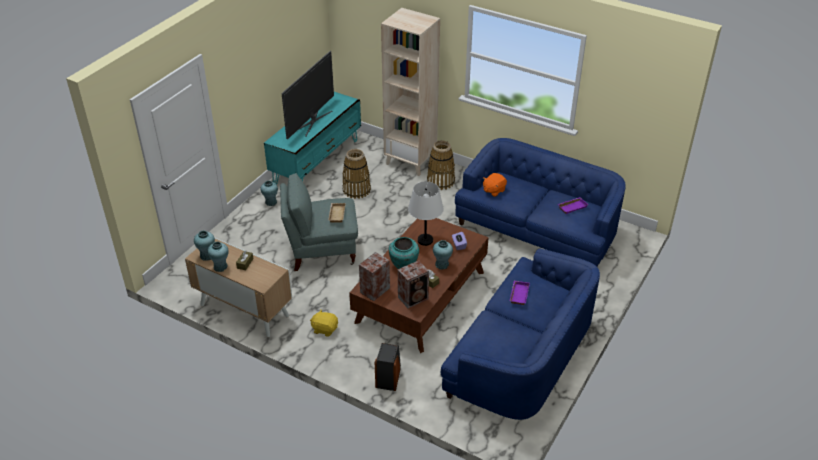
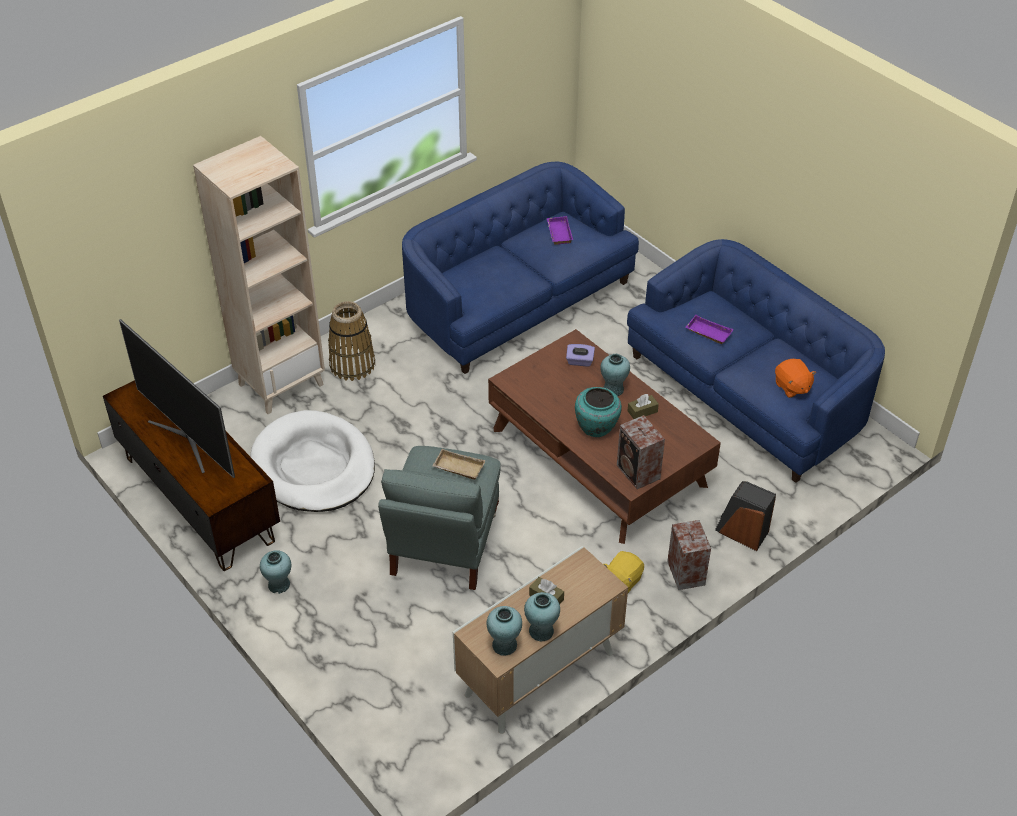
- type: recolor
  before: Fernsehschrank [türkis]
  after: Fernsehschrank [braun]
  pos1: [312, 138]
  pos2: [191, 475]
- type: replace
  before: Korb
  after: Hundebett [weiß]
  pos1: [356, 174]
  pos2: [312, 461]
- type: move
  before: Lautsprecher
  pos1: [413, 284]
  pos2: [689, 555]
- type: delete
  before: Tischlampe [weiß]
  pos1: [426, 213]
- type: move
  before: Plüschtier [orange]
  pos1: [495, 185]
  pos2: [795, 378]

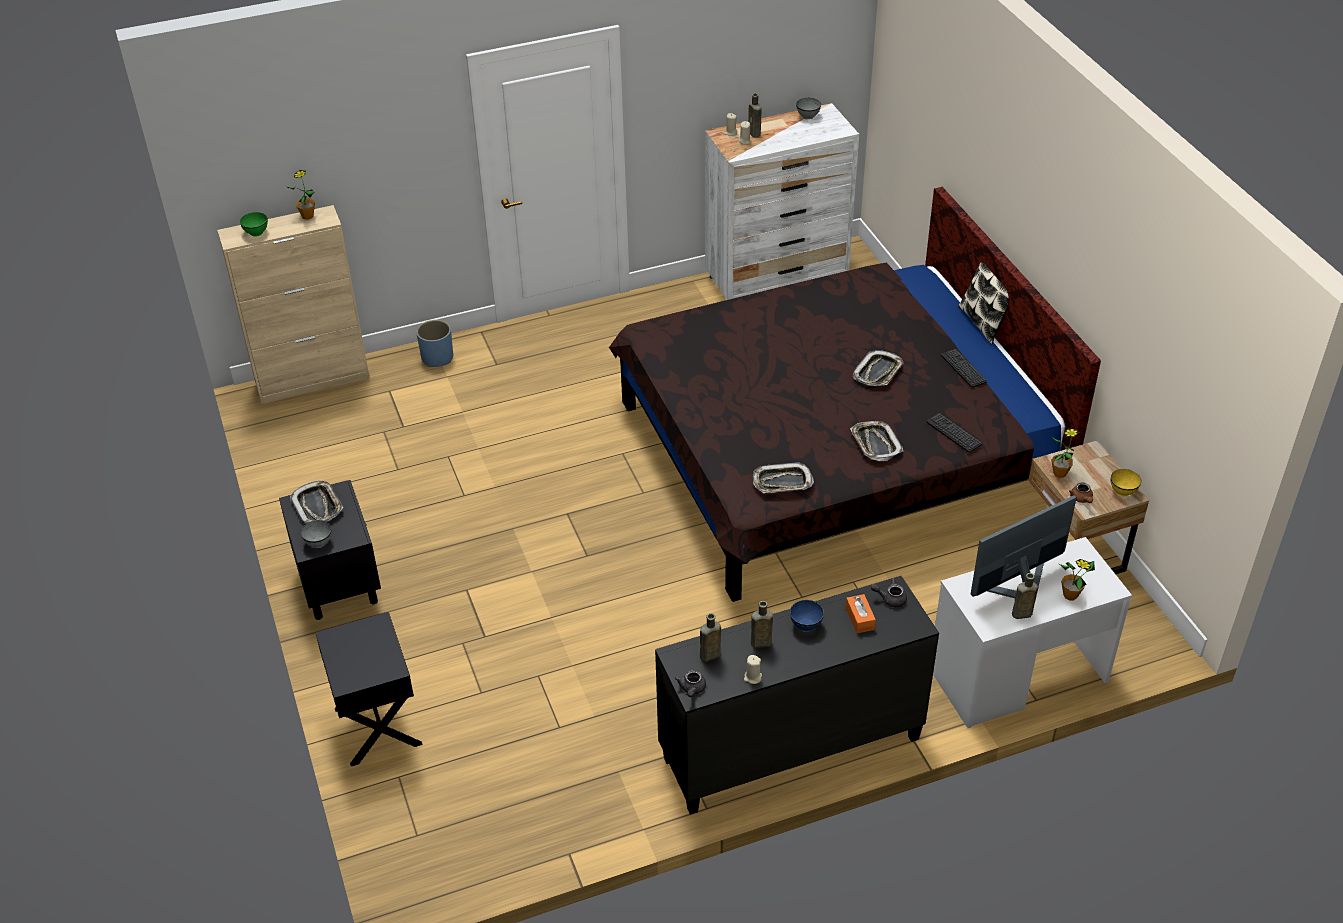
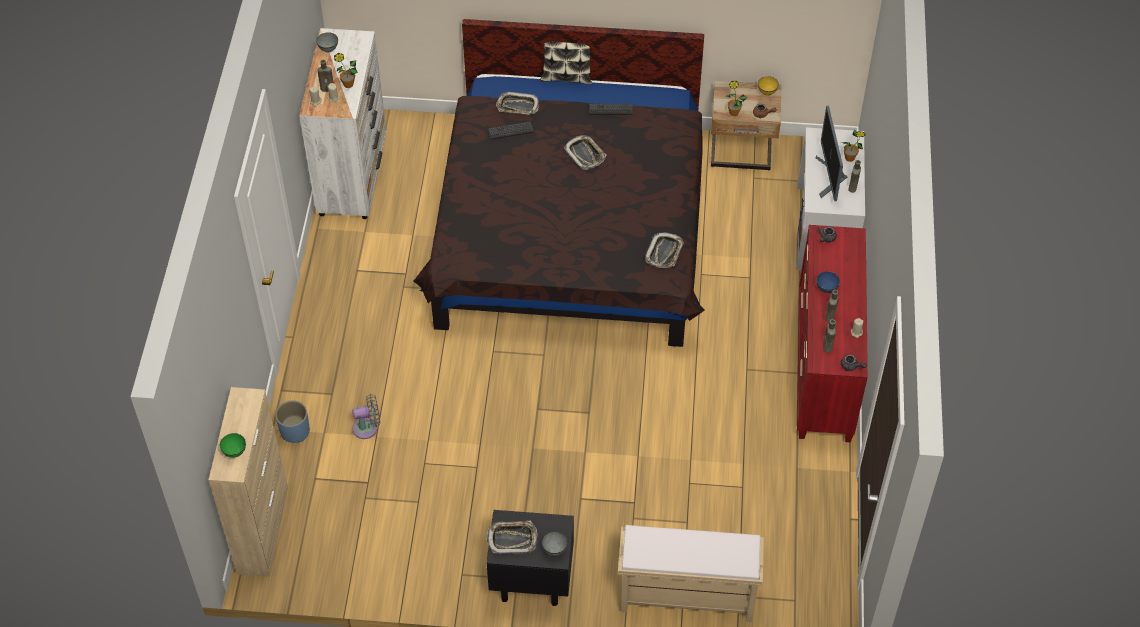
- type: move
  before: Topfpflanze
  pos1: [301, 195]
  pos2: [346, 70]
- type: replace
  before: Nachttisch [schwarz]
  after: Bank [beige]
  pos1: [369, 689]
  pos2: [691, 573]
- type: recolor
  before: Kommode [schwarz]
  after: Kommode [rot]
  pos1: [797, 695]
  pos2: [832, 333]
- type: delete
  before: Taschentuchbox [orange]
  pos1: [861, 613]
- type: move
  before: Tablett
  pos1: [876, 441]
  pos2: [517, 103]
- type: move
  before: Tastatur
  pos1: [954, 433]
  pos2: [511, 131]
- type: insert
  after: Ventilator [grau]
  pos2: [366, 416]

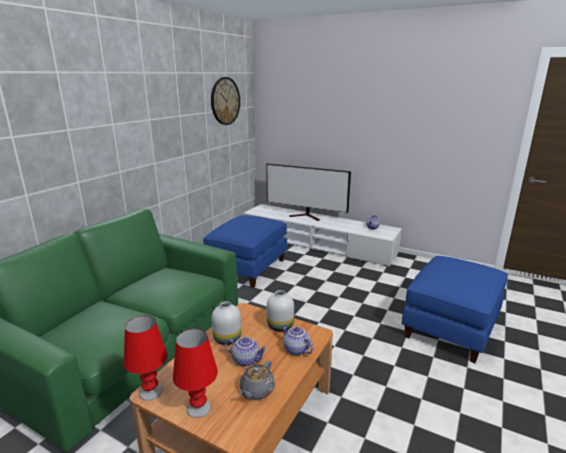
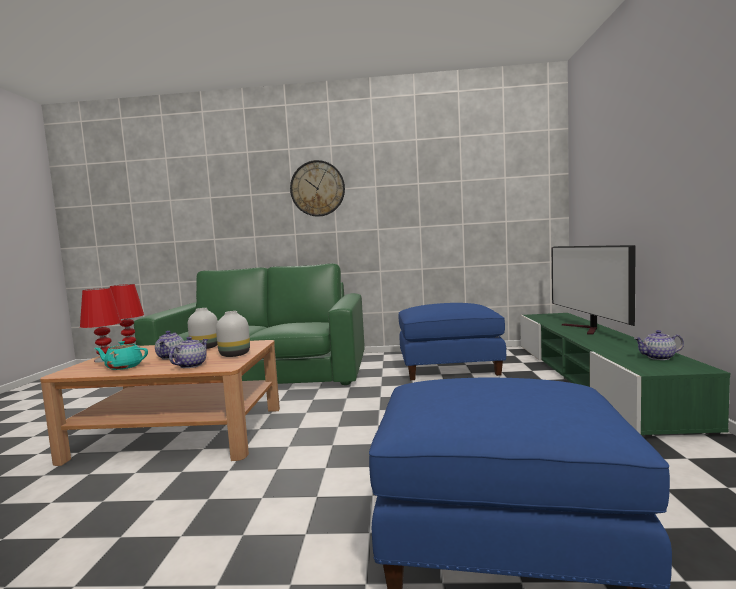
- type: move
  before: Wanduhr
  pos1: [225, 101]
  pos2: [317, 188]
- type: recolor
  before: Teekanne [grau]
  after: Teekanne [türkis]
  pos1: [257, 380]
  pos2: [121, 355]
- type: recolor
  before: Fernsehschrank [weiß]
  after: Fernsehschrank [grün]
  pos1: [322, 235]
  pos2: [625, 375]

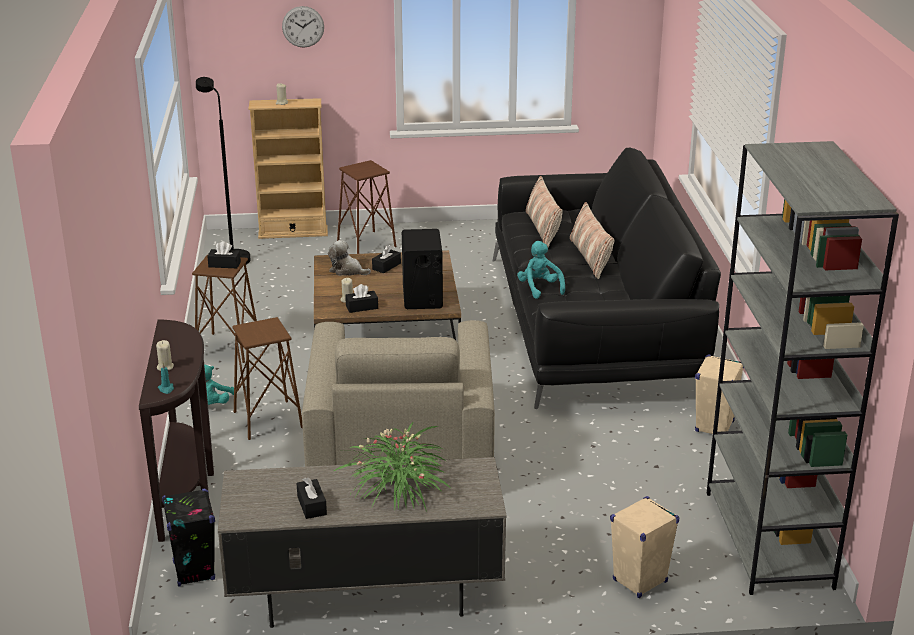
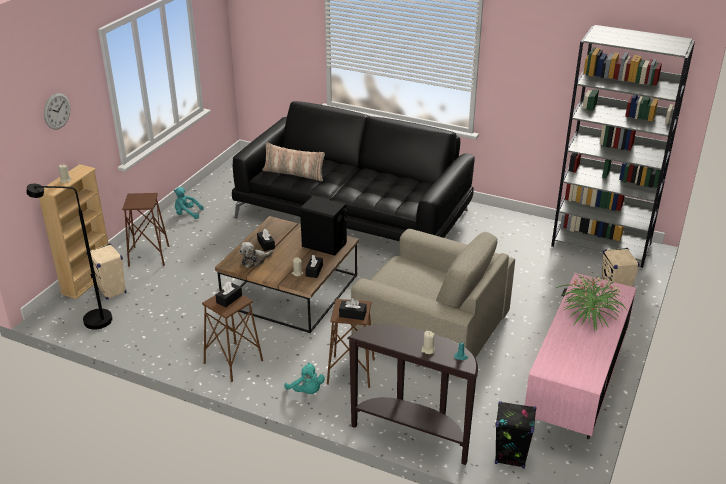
- type: recolor
  before: Fernsehschrank [grau]
  after: Fernsehschrank [rosa]
  pos1: [362, 542]
  pos2: [580, 356]
- type: move
  before: Taschentuchbox [schwarz]
  pos1: [312, 498]
  pos2: [352, 309]
- type: move
  before: Plüschtier [türkis]
  pos1: [541, 270]
  pos2: [189, 203]
- type: delete
  before: Kissen
  pos1: [592, 240]
- type: move
  before: Lautsprecher [beige]
  pos1: [719, 394]
  pos2: [106, 272]

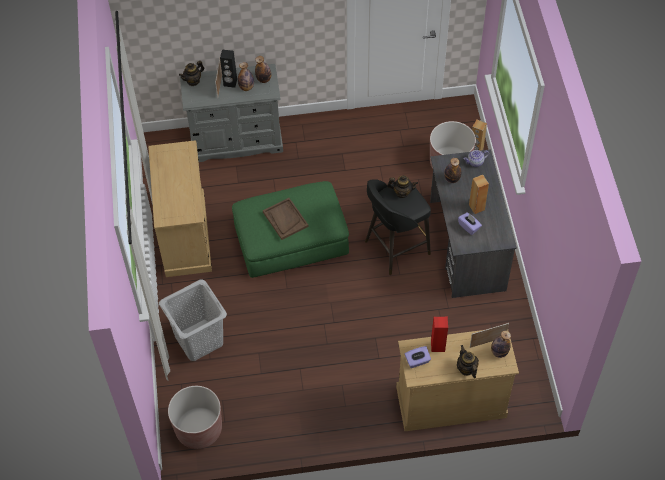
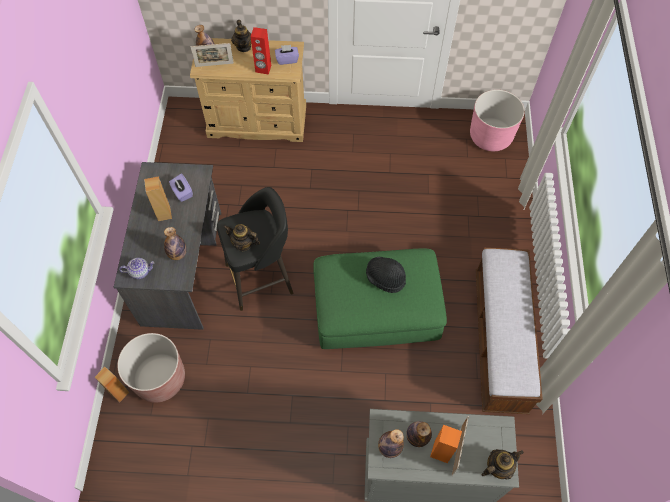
- type: replace
  before: Kommode [beige]
  after: Bank
  pos1: [180, 208]
  pos2: [509, 331]
- type: delete
  before: Wäschekorb [grau]
  pos1: [193, 320]
- type: recolor
  before: Pflanzkübel [braun]
  after: Pflanzkübel [rosa]
  pos1: [195, 417]
  pos2: [497, 120]
- type: recolor
  before: Lautsprecher [schwarz]
  after: Lautsprecher [orange]
  pos1: [228, 69]
  pos2: [446, 444]
- type: replace
  before: Tablett [braun]
  after: Hut [schwarz]
  pos1: [286, 219]
  pos2: [386, 275]

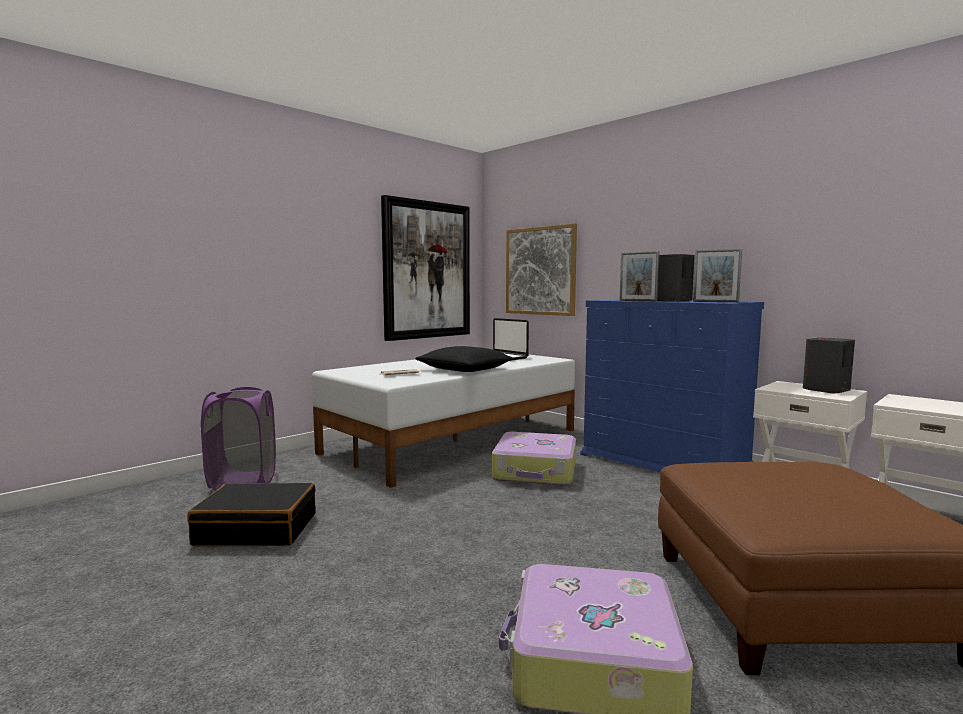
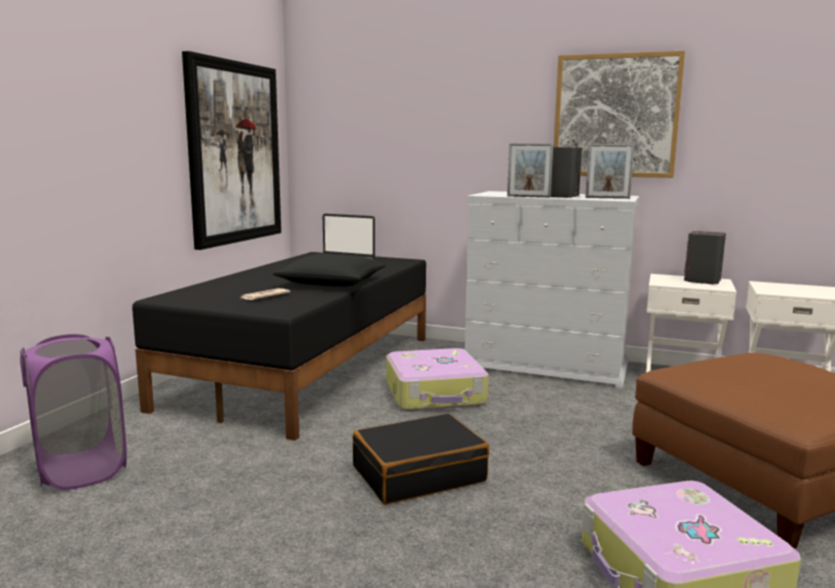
- type: move
  before: Koffer [schwarz]
  pos1: [251, 514]
  pos2: [421, 459]
- type: recolor
  before: Bett [weiß]
  after: Bett [schwarz]
  pos1: [443, 421]
  pos2: [279, 346]
- type: move
  before: Bild
  pos1: [541, 269]
  pos2: [619, 114]
- type: recolor
  before: Kommode [blau]
  after: Kommode [weiß]
  pos1: [672, 386]
  pos2: [552, 289]

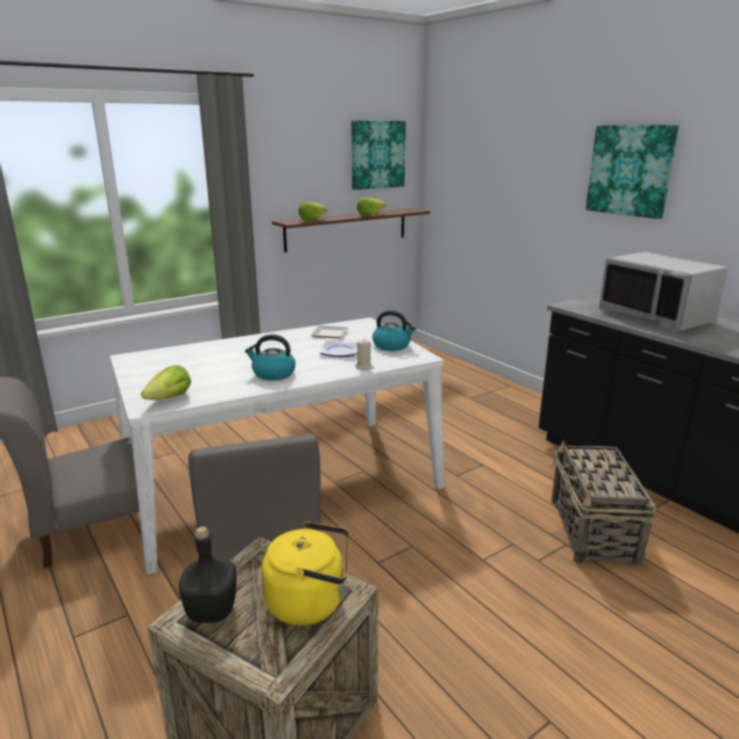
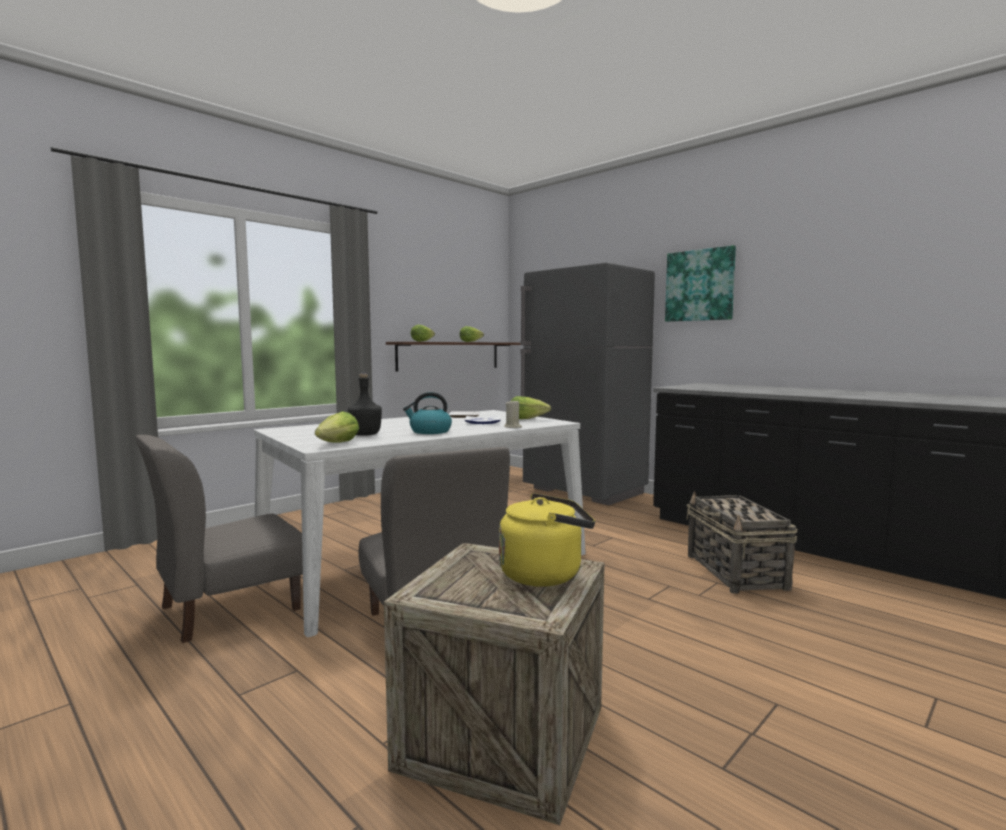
- type: move
  before: Flasche [schwarz]
  pos1: [208, 574]
  pos2: [365, 404]
- type: delete
  before: Bild
  pos1: [378, 155]
- type: replace
  before: Wasserkessel
  after: Salatkopf
  pos1: [394, 330]
  pos2: [531, 407]
- type: delete
  before: Mikrowelle [grau]
  pos1: [663, 291]
- type: insert
  after: Kühlschrank [grau]
  pos2: [588, 384]

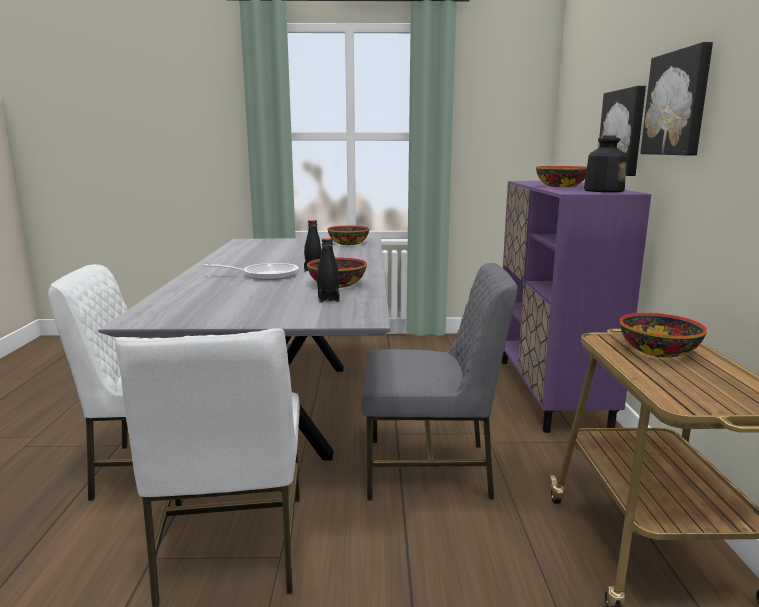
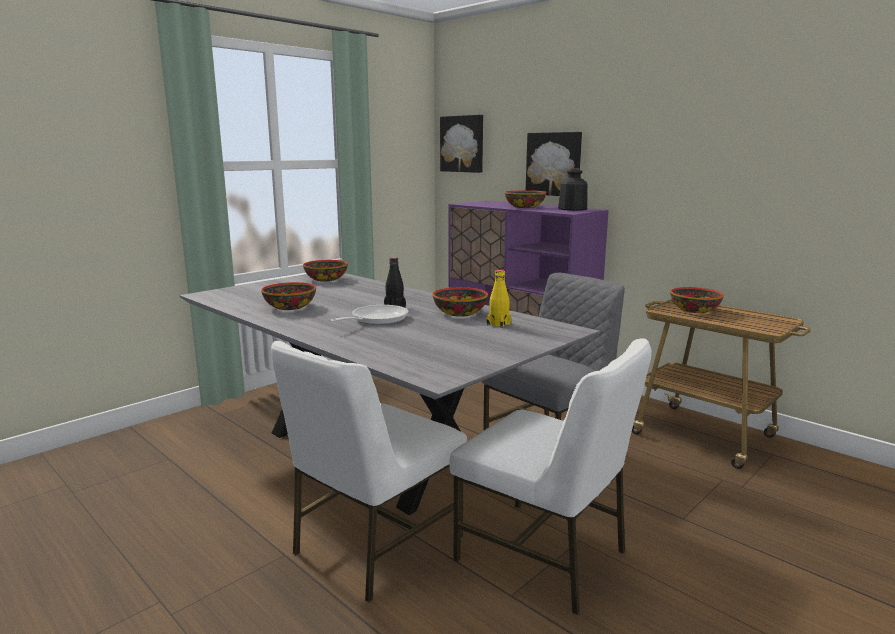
- type: recolor
  before: Flasche [schwarz]
  after: Flasche [gelb]
  pos1: [328, 270]
  pos2: [499, 299]
- type: move
  before: Bild
  pos1: [676, 99]
  pos2: [461, 144]
- type: insert
  after: Schüssel
  pos2: [288, 296]

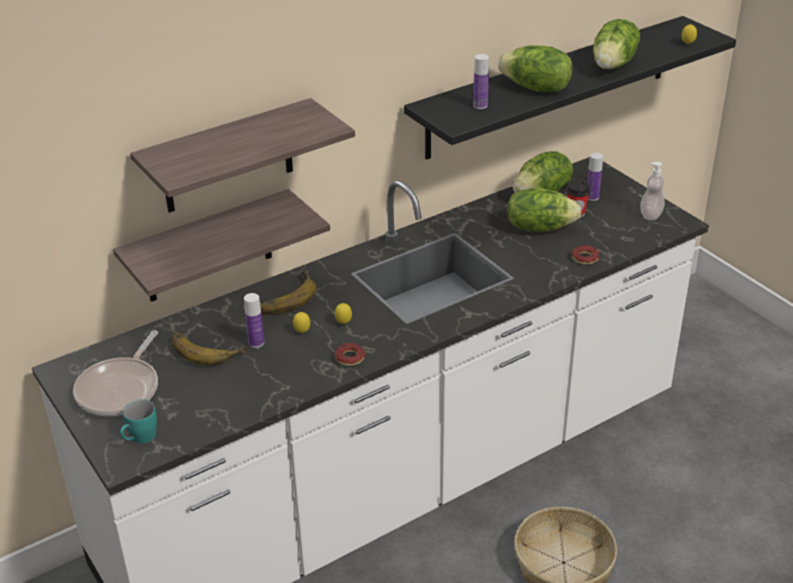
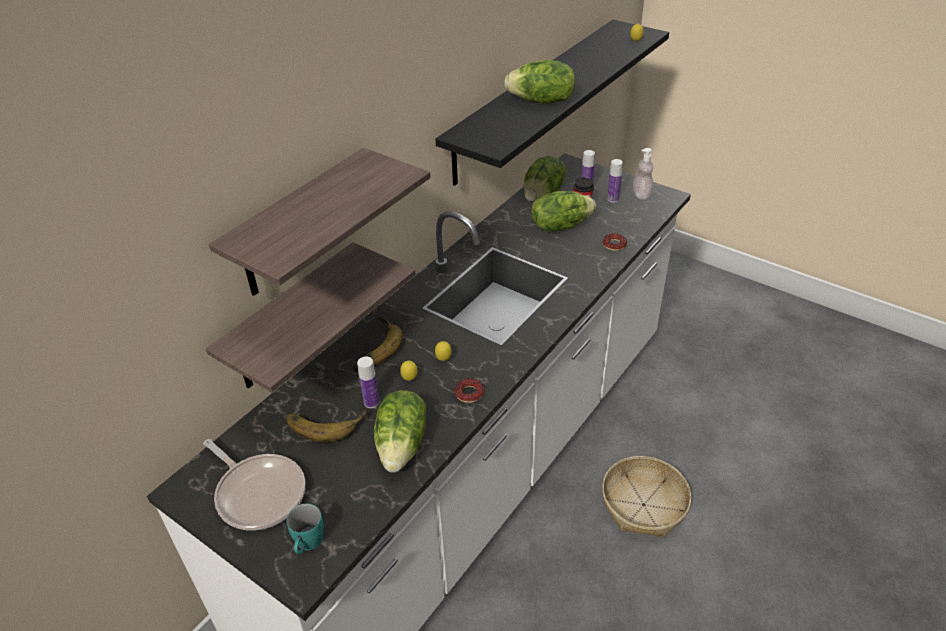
- type: rotate
  before: Pfanne
  pos1: [115, 373]
  pos2: [254, 485]
  turn: -45
- type: move
  before: Flasche
  pos1: [481, 81]
  pos2: [615, 181]
- type: move
  before: Salatkopf
  pos1: [616, 44]
  pos2: [400, 431]

